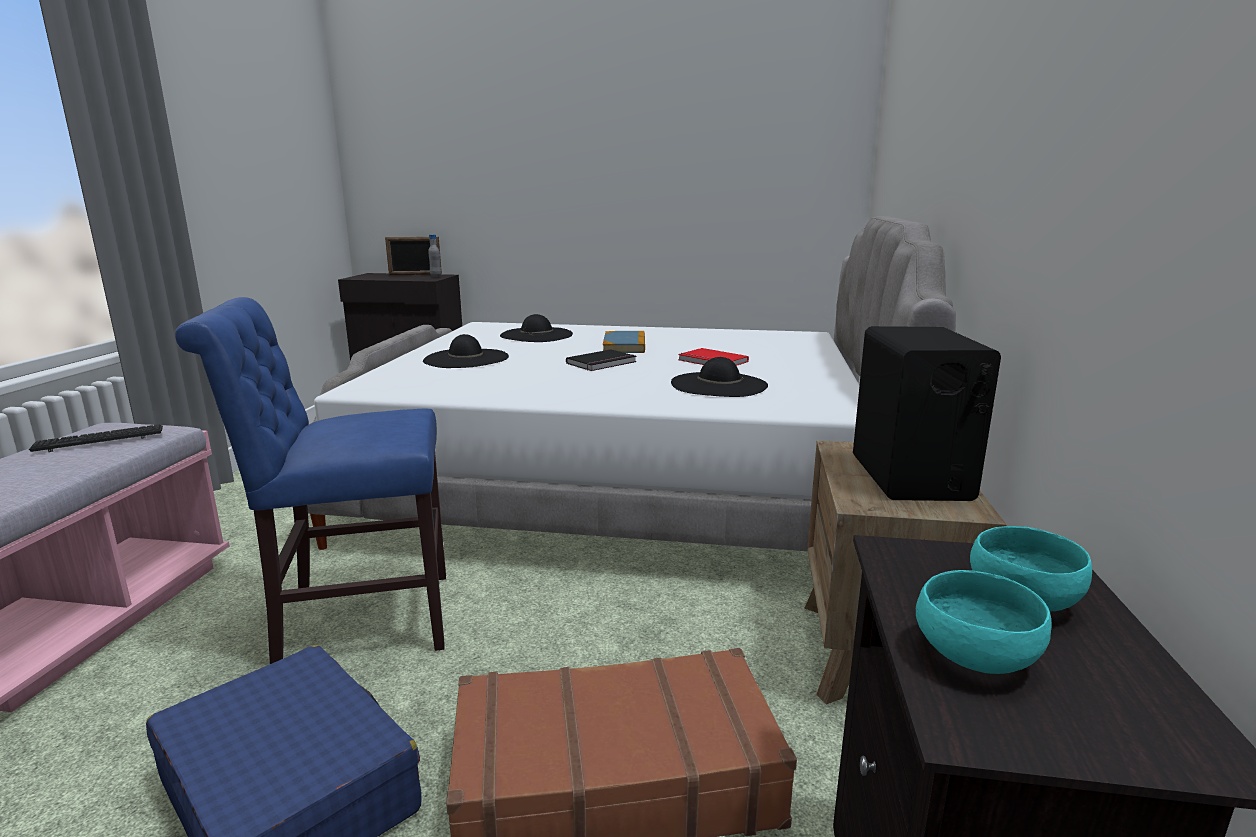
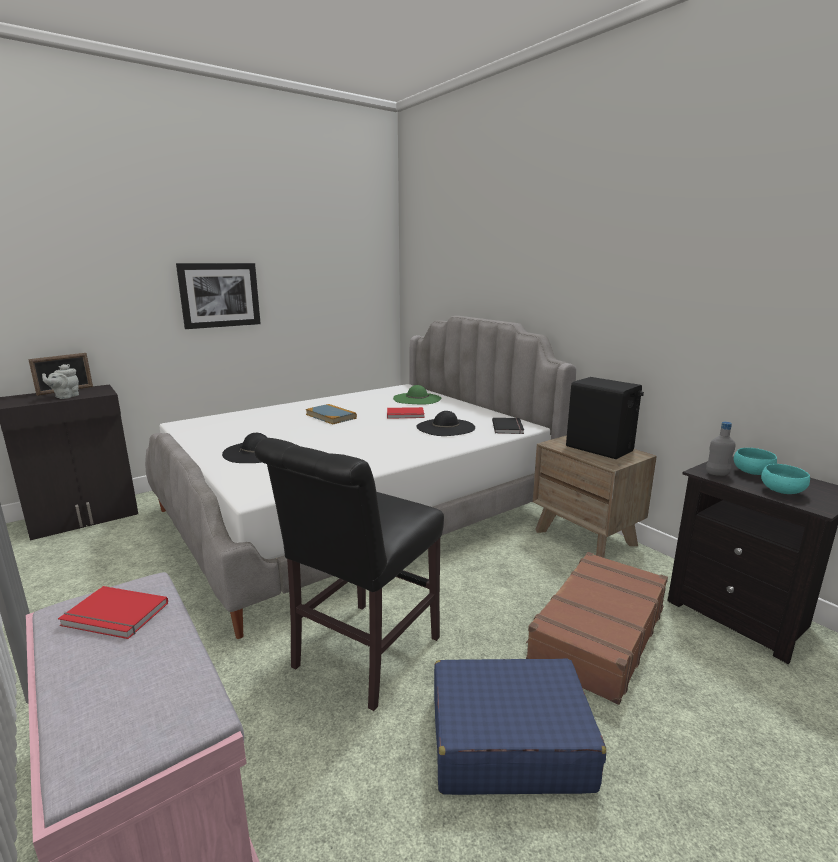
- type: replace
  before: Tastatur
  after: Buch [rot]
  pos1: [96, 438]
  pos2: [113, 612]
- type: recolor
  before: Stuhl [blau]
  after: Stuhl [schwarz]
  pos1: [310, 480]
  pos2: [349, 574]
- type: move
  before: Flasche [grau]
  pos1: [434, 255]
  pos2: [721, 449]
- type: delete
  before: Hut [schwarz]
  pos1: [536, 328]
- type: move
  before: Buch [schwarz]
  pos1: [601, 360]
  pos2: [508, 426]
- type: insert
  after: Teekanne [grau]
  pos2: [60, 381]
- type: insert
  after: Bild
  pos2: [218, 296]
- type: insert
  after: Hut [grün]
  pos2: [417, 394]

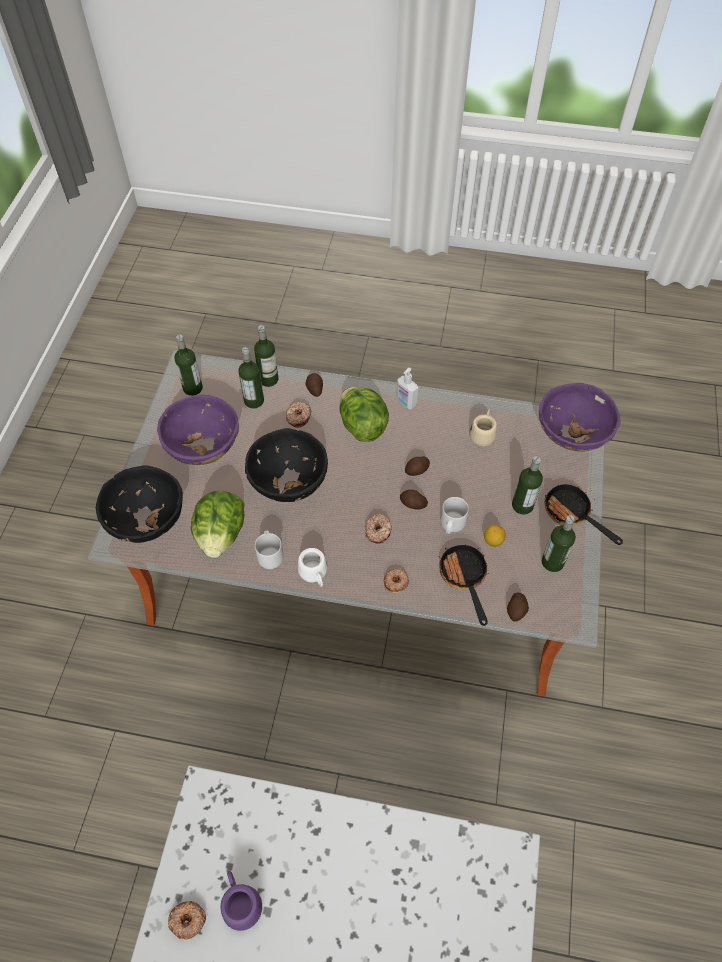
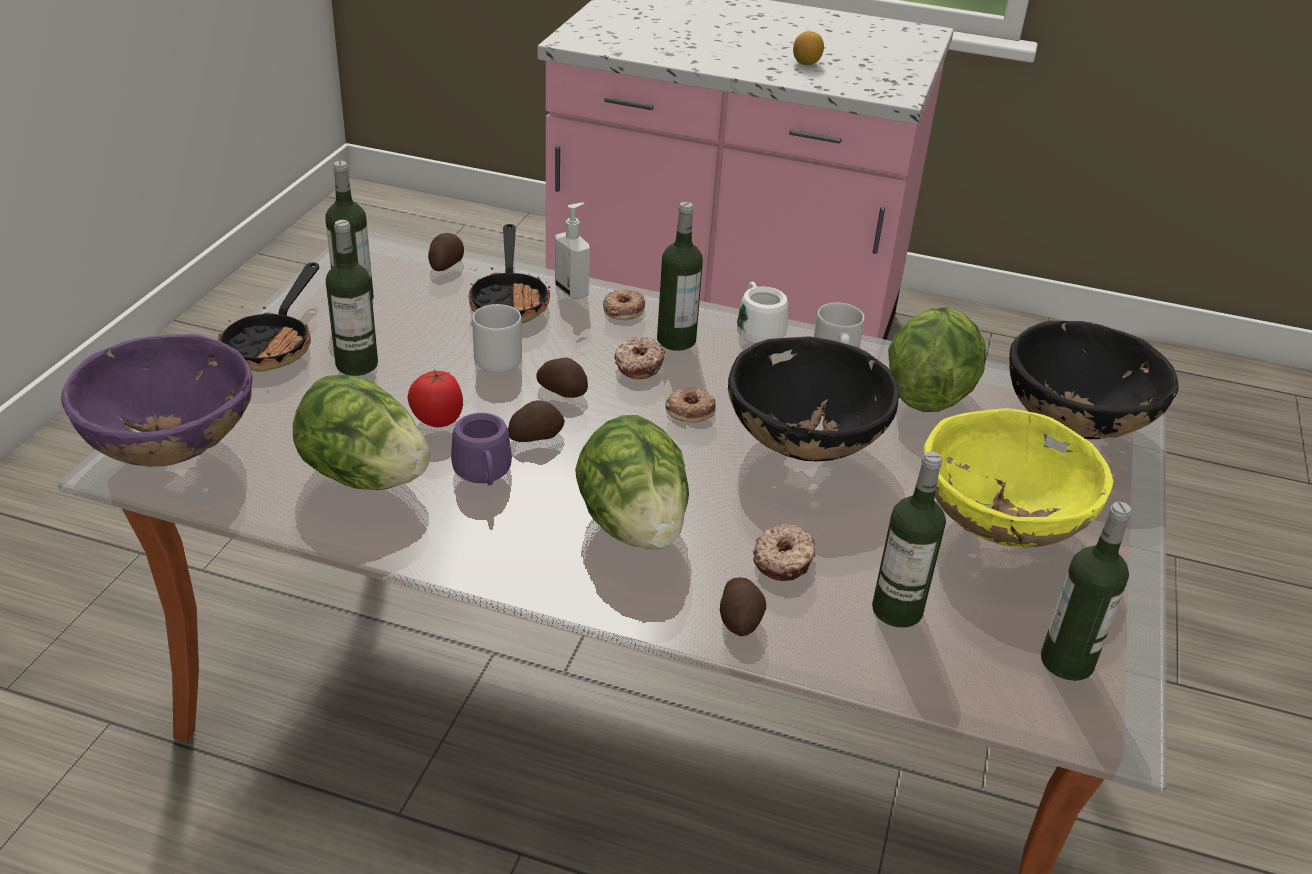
- type: recolor
  before: Schüssel [lila]
  after: Schüssel [gelb]
  pos1: [198, 429]
  pos2: [1018, 477]
- type: move
  before: Donut
  pos1: [187, 920]
  pos2: [690, 405]
- type: move
  before: Henkelbecher [lila]
  pos1: [241, 900]
  pos2: [481, 449]
- type: move
  before: Flasche
  pos1: [266, 356]
  pos2: [680, 276]
- type: move
  before: Seifenspender
  pos1: [407, 389]
  pos2: [572, 250]
- type: replace
  before: Henkelbecher [beige]
  after: Salatkopf
  pos1: [483, 427]
  pos2: [361, 432]
- type: move
  before: Zitrone
  pos1: [495, 536]
  pos2: [808, 48]
- type: rotate
  before: Pfanne
  pos1: [583, 514]
  pos2: [268, 317]
  turn: 45
- type: insert
  after: Tomate
  pos2: [435, 398]

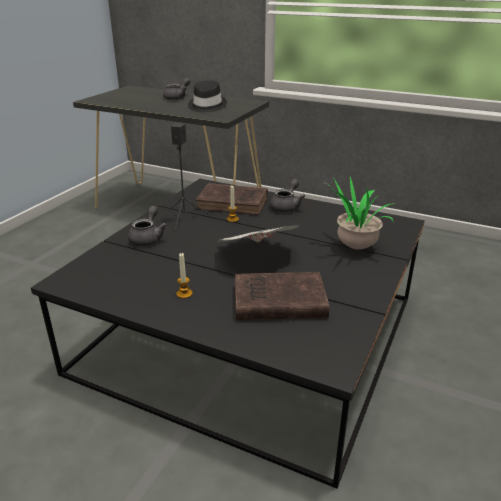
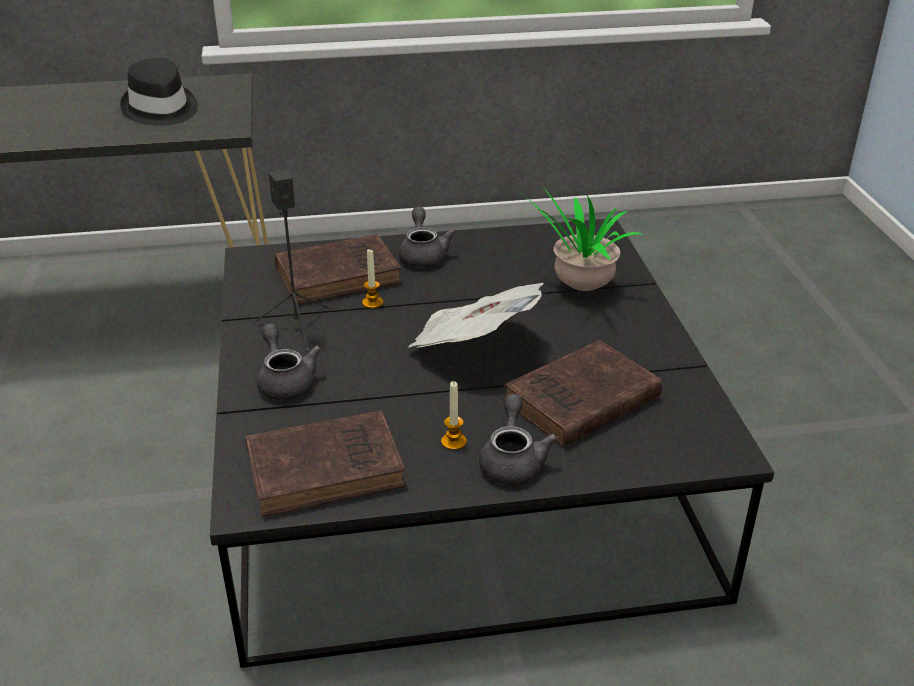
- type: move
  before: Teekanne [grau]
  pos1: [177, 89]
  pos2: [518, 439]
- type: insert
  after: Buch [braun]
  pos2: [325, 463]

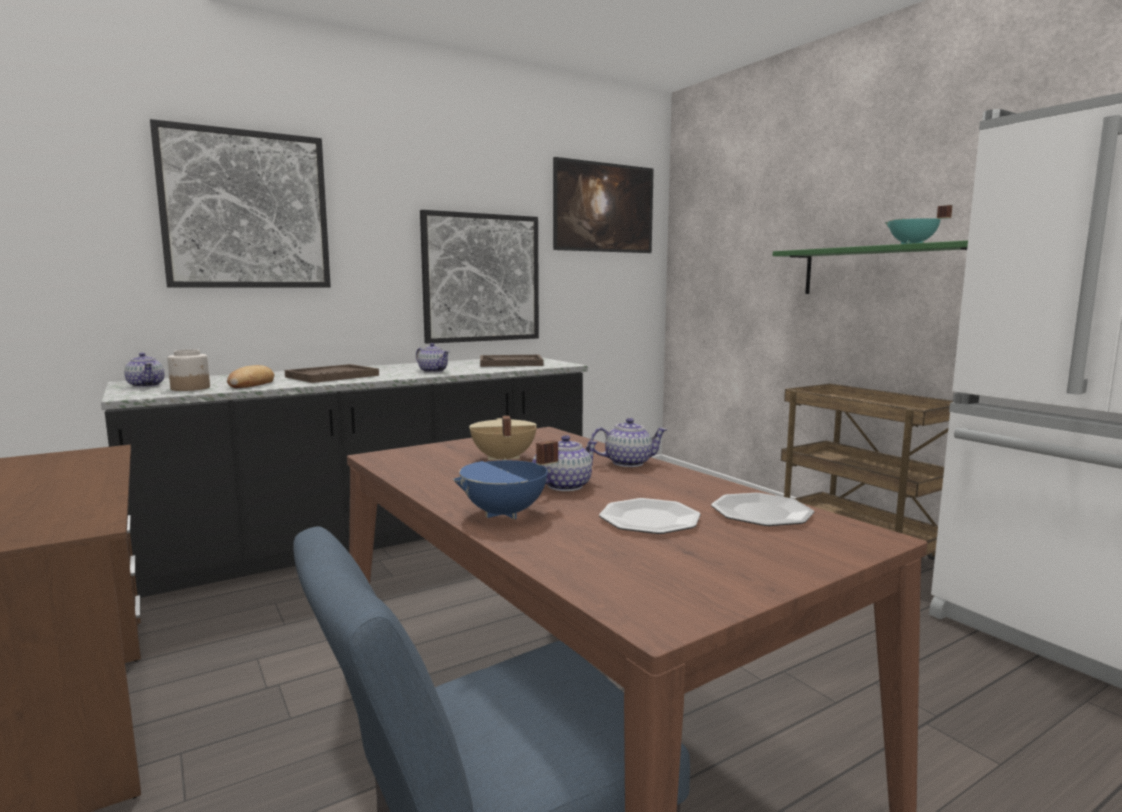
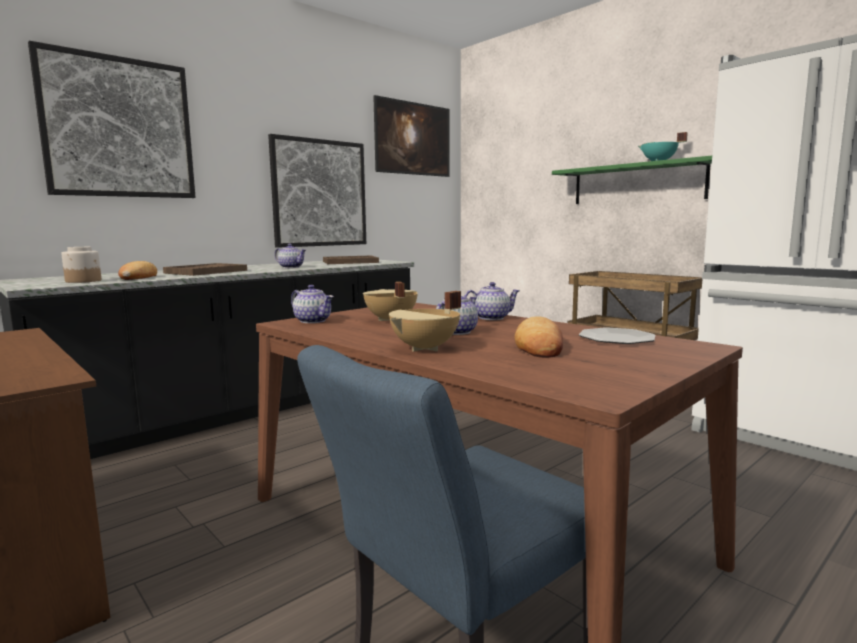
- type: move
  before: Teekanne
  pos1: [144, 370]
  pos2: [312, 304]
- type: recolor
  before: Kochtopf [blau]
  after: Kochtopf [beige]
  pos1: [505, 479]
  pos2: [425, 321]
- type: replace
  before: Teller
  after: Brot
  pos1: [650, 516]
  pos2: [539, 337]

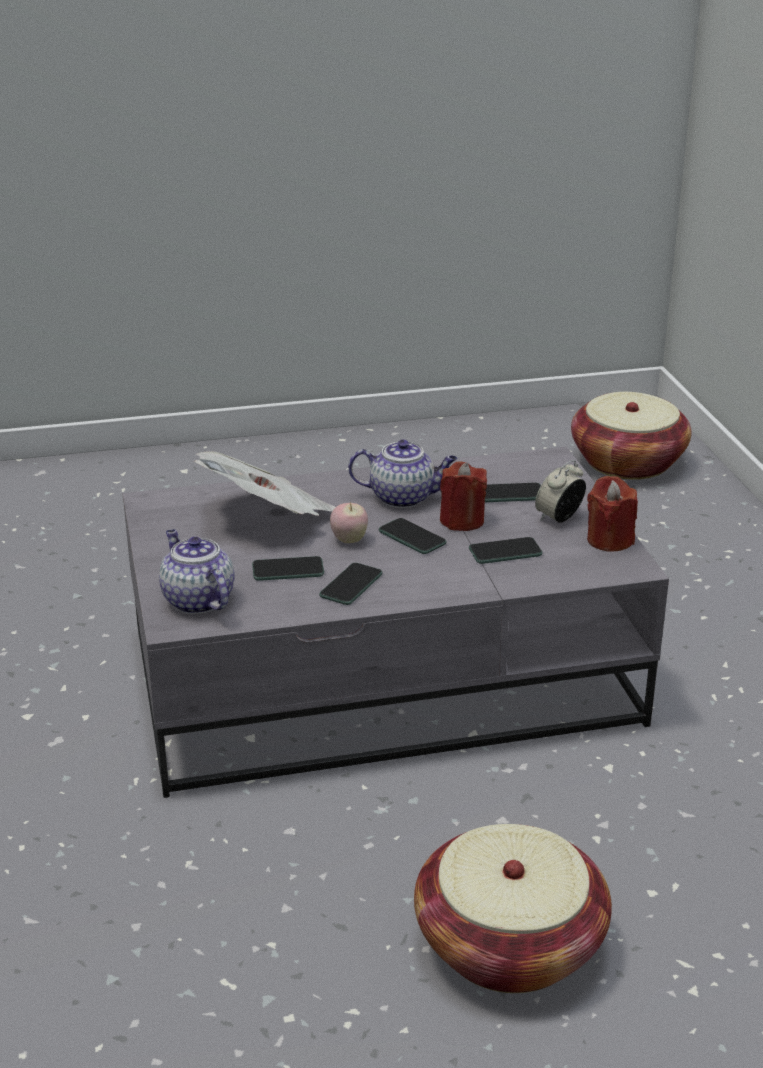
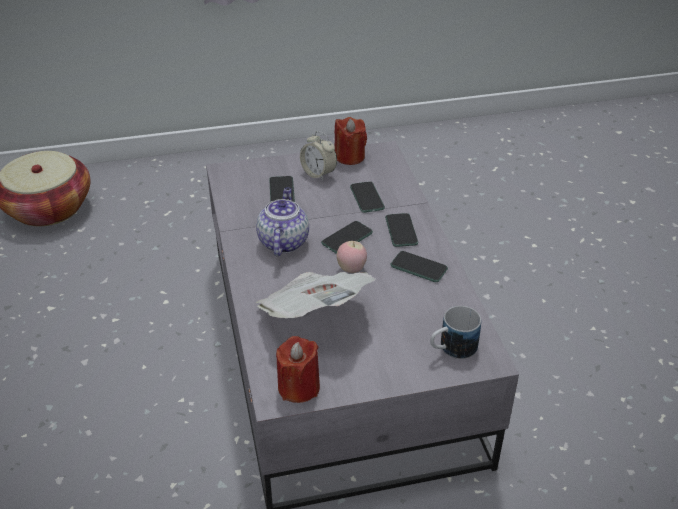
- type: replace
  before: Teekanne
  after: Henkelbecher
  pos1: [197, 571]
  pos2: [455, 332]
- type: move
  before: Handy
  pos1: [288, 568]
  pos2: [401, 230]
- type: delete
  before: Korb
  pos1: [513, 908]
- type: move
  before: Kerze [rot]
  pos1: [463, 496]
  pos2: [298, 369]

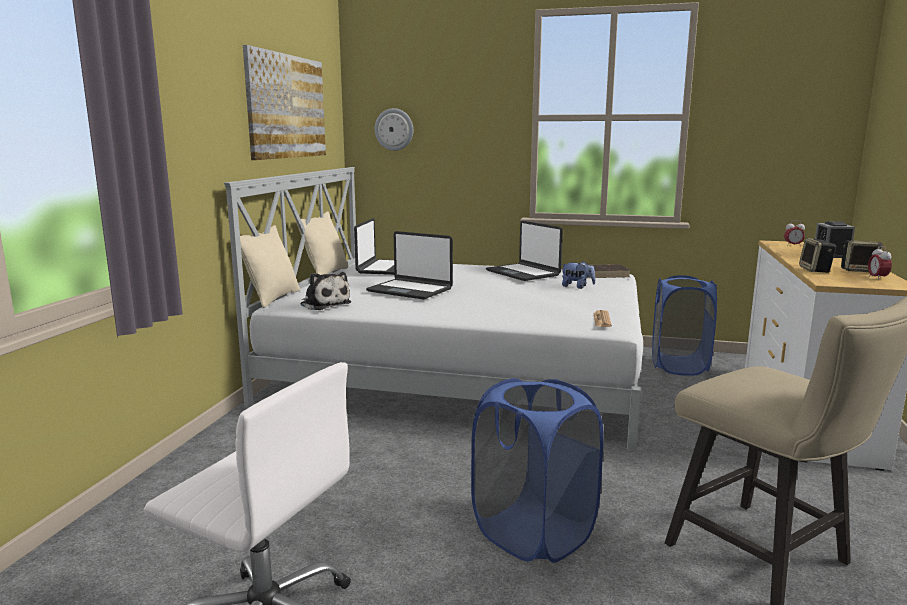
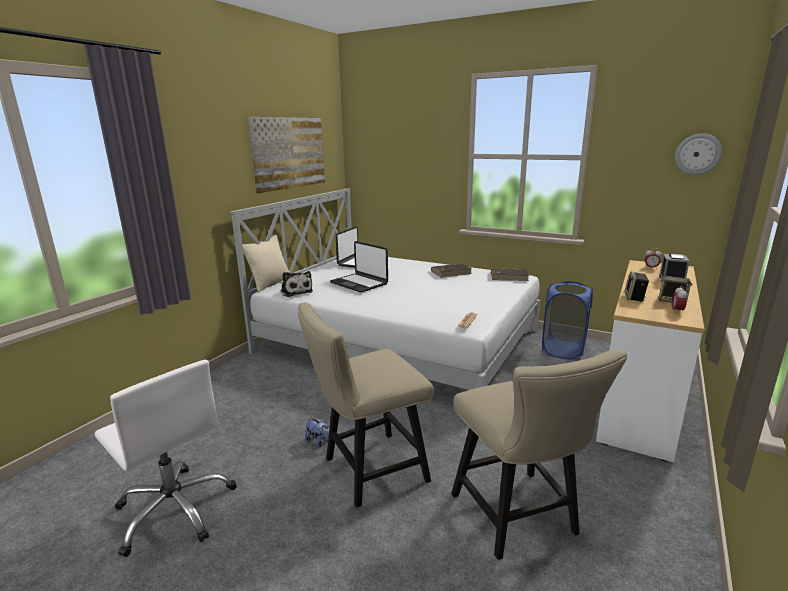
- type: delete
  before: Kissen [beige]
  pos1: [322, 243]
- type: move
  before: Wanduhr
  pos1: [394, 129]
  pos2: [698, 154]
- type: replace
  before: Wäschekorb [blau]
  after: Stuhl [beige]
  pos1: [537, 470]
  pos2: [366, 405]
- type: replace
  before: Laptop
  after: Buch [braun]
  pos1: [524, 251]
  pos2: [451, 270]
- type: move
  before: Plüschtier
  pos1: [578, 275]
  pos2: [317, 433]

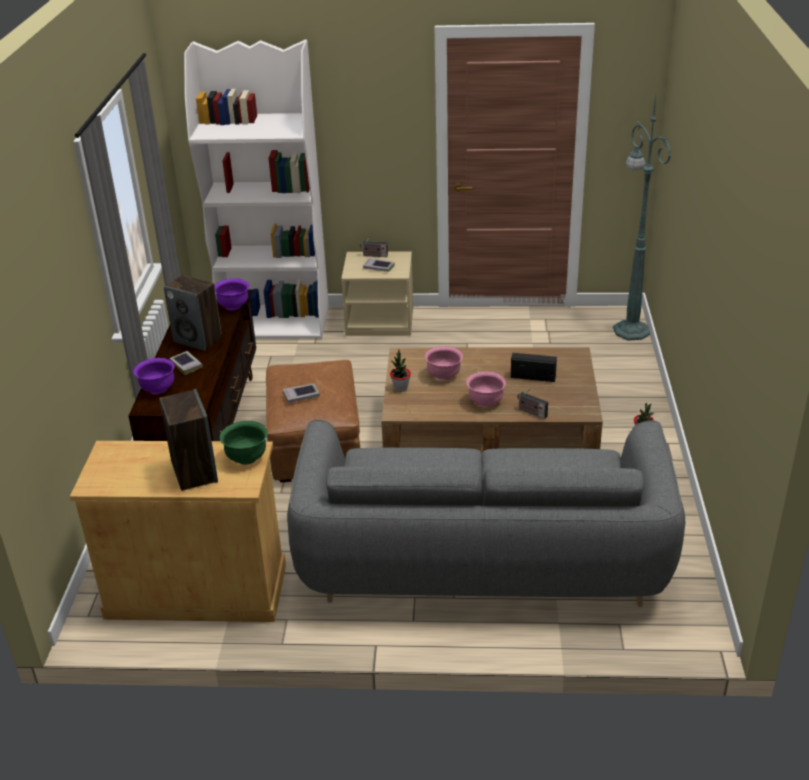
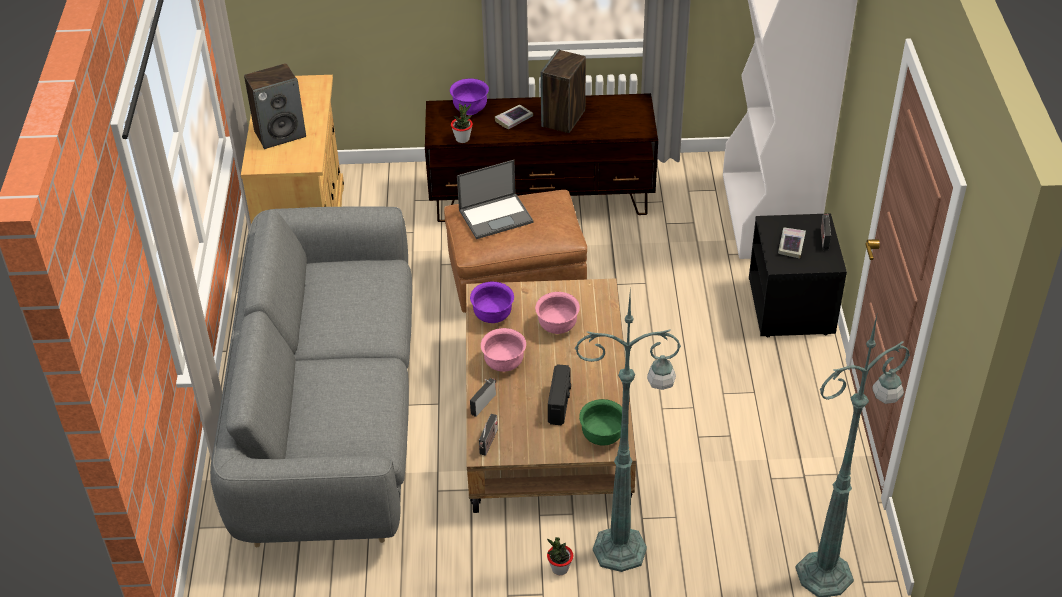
- type: move
  before: Schüssel [lila]
  pos1: [231, 294]
  pos2: [492, 302]
- type: move
  before: Schüssel [grün]
  pos1: [244, 443]
  pos2: [600, 422]
- type: replace
  before: Buch
  after: Laptop
  pos1: [301, 393]
  pos2: [495, 199]
- type: recolor
  before: Nachttisch [beige]
  after: Nachttisch [schwarz]
  pos1: [377, 293]
  pos2: [798, 275]
- type: move
  before: Topfpflanze
  pos1: [400, 371]
  pos2: [462, 123]
- type: insert
  after: Radio
  pos2: [488, 435]
- type: insert
  after: Stehlampe [grün]
  pos2: [628, 432]

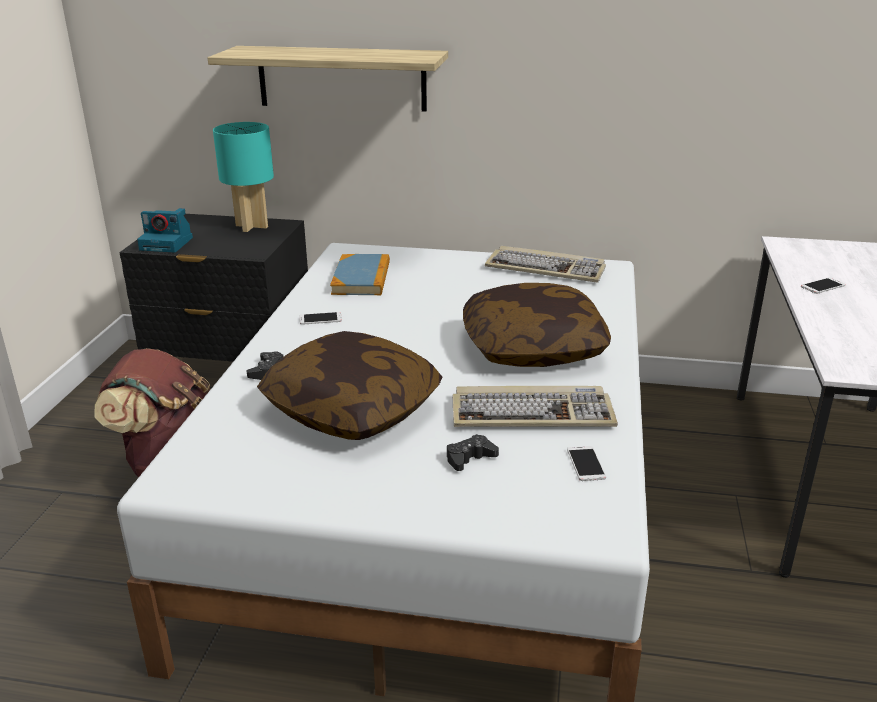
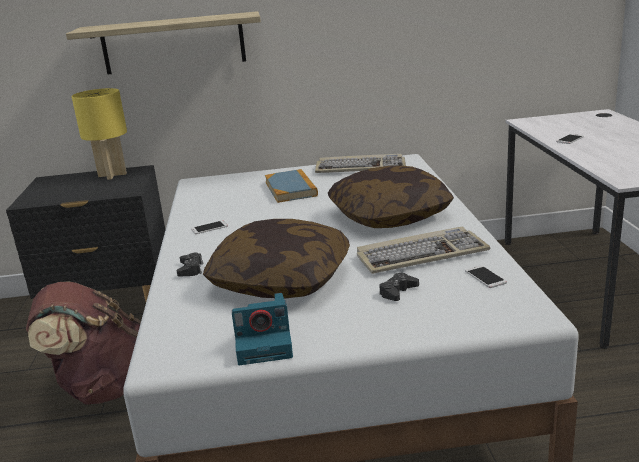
- type: move
  before: Kamera
  pos1: [165, 230]
  pos2: [262, 329]
- type: recolor
  before: Tischlampe [türkis]
  after: Tischlampe [gelb]
  pos1: [243, 177]
  pos2: [99, 134]
- type: move
  before: Buch
  pos1: [360, 274]
  pos2: [291, 186]

